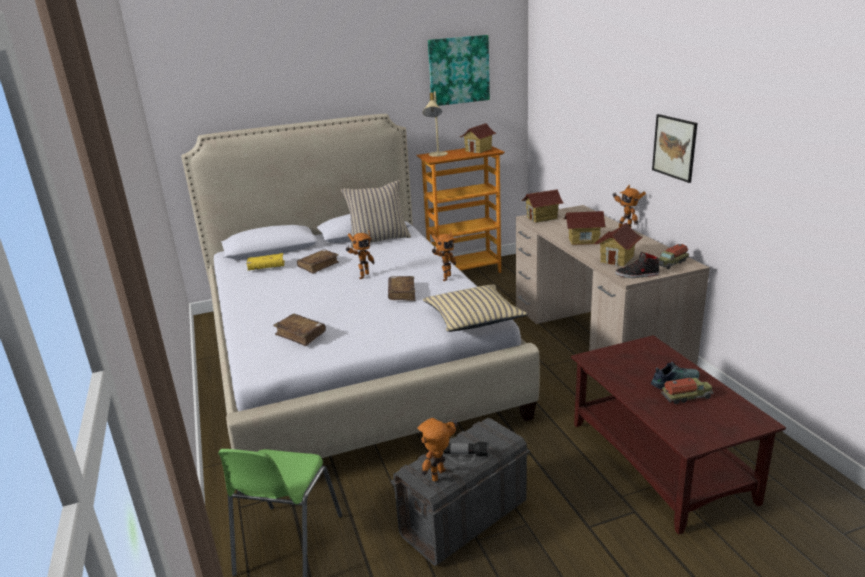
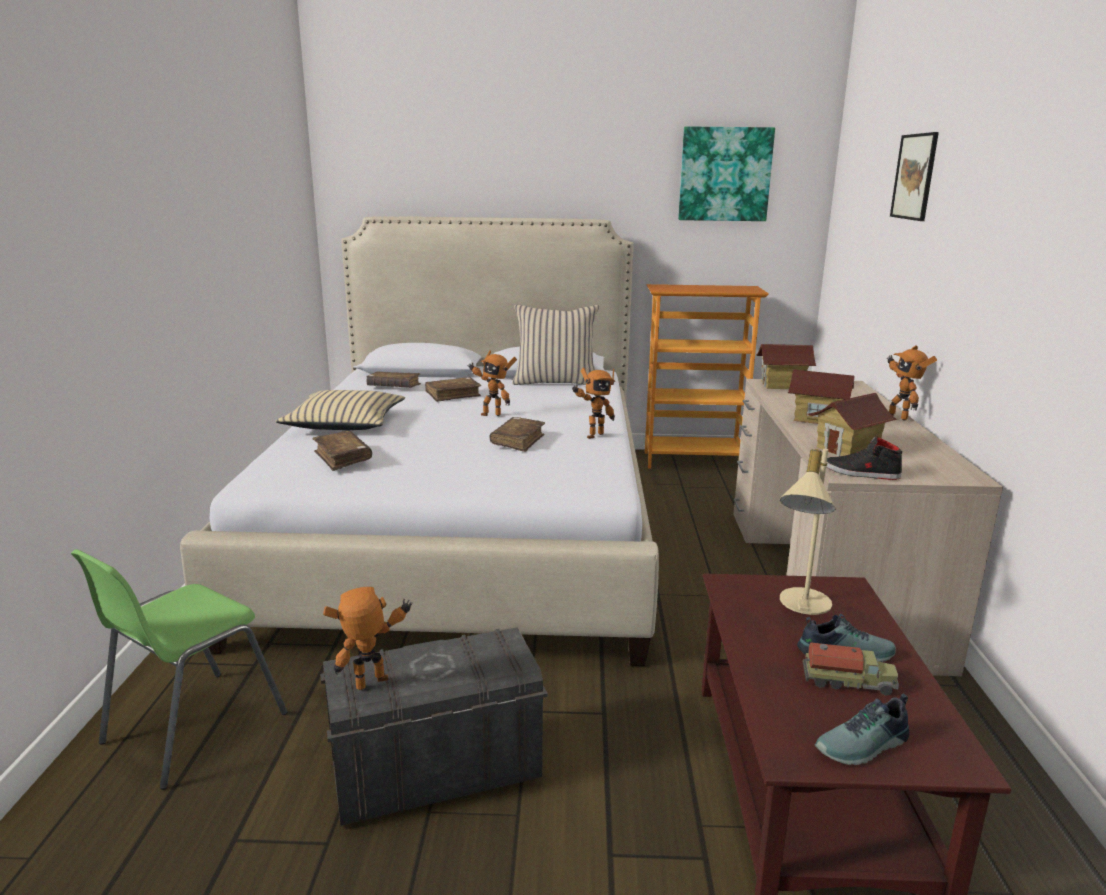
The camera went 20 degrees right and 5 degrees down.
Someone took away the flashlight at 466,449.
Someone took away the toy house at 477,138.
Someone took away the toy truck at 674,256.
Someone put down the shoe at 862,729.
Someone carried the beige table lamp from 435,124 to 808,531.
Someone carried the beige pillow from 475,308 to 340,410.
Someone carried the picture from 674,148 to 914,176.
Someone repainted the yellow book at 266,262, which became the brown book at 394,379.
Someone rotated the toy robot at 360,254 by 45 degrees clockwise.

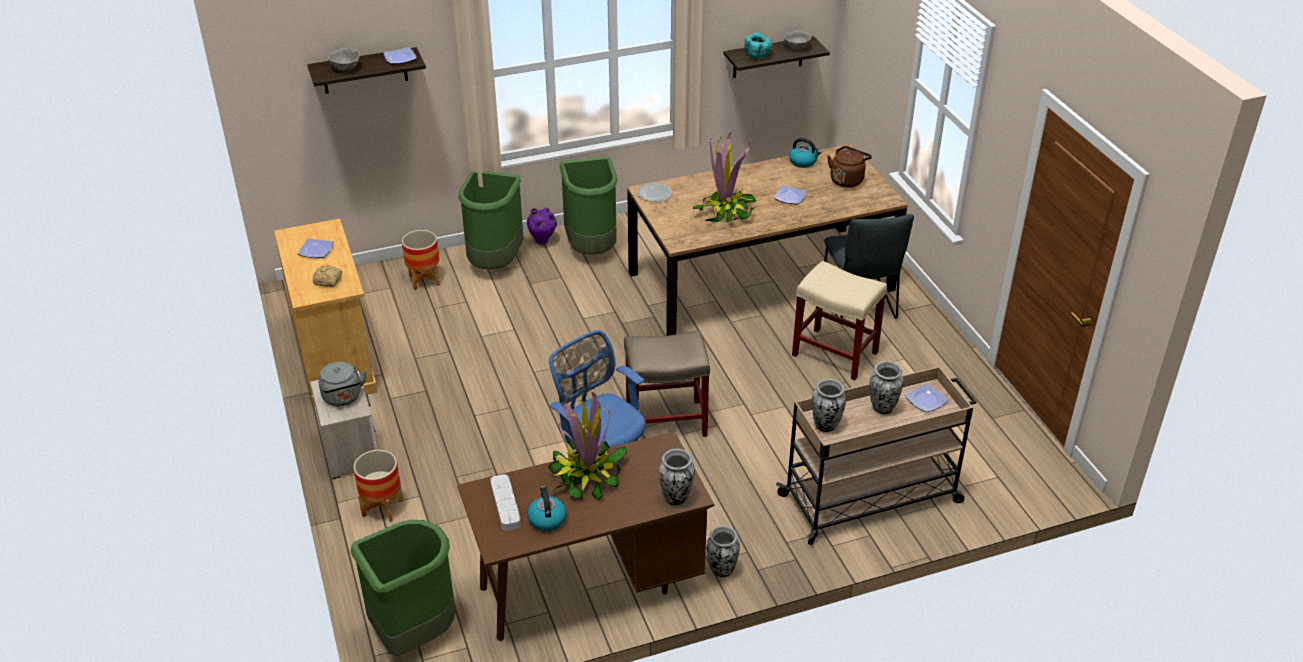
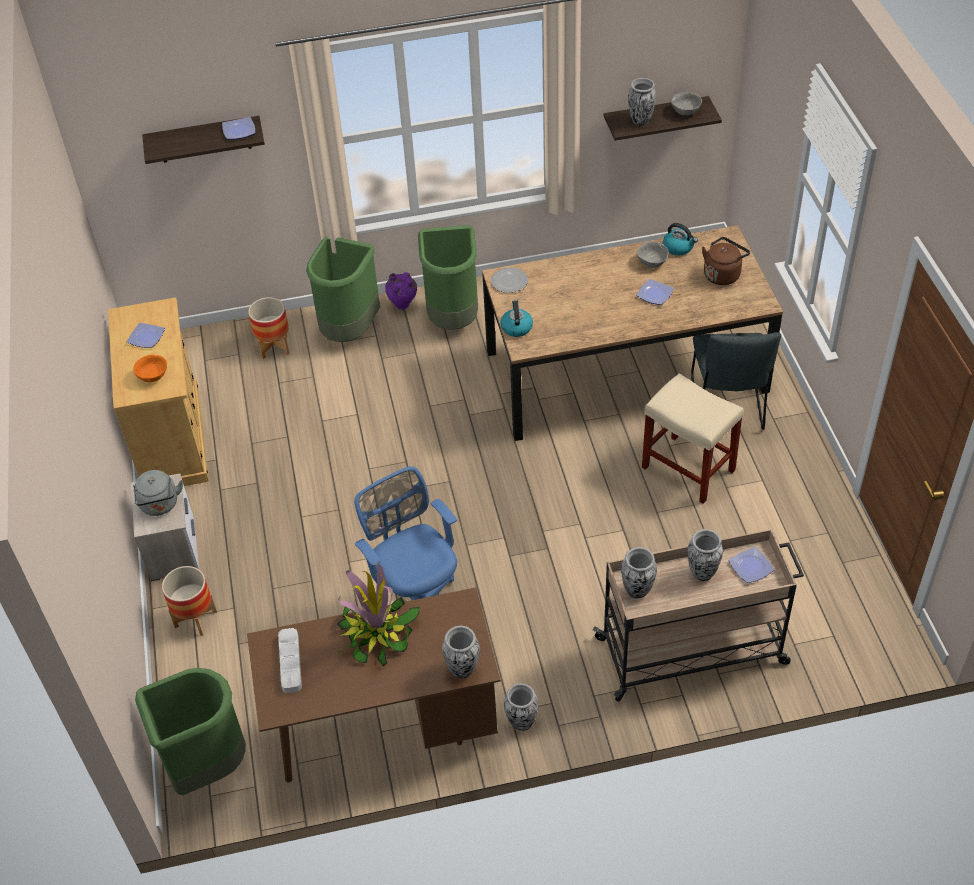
The camera went 10 degrees right and 10 degrees up.
Someone took away the beige stool at 667,385.
Someone took away the potted plant at 724,177.
Someone carried the grey bowl from 344,59 to 653,254.
Someone carried the kettle from 546,508 to 516,318.
Someone swapped the bread at 327,276 for the orange bowl at 150,368.
Someone swapped the turquoise bowl at 758,45 for the vase at 642,102.

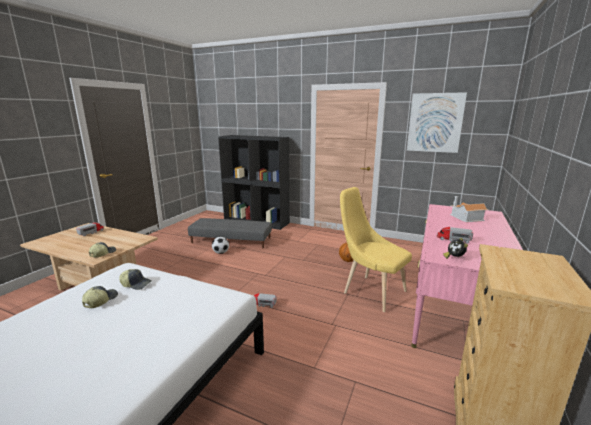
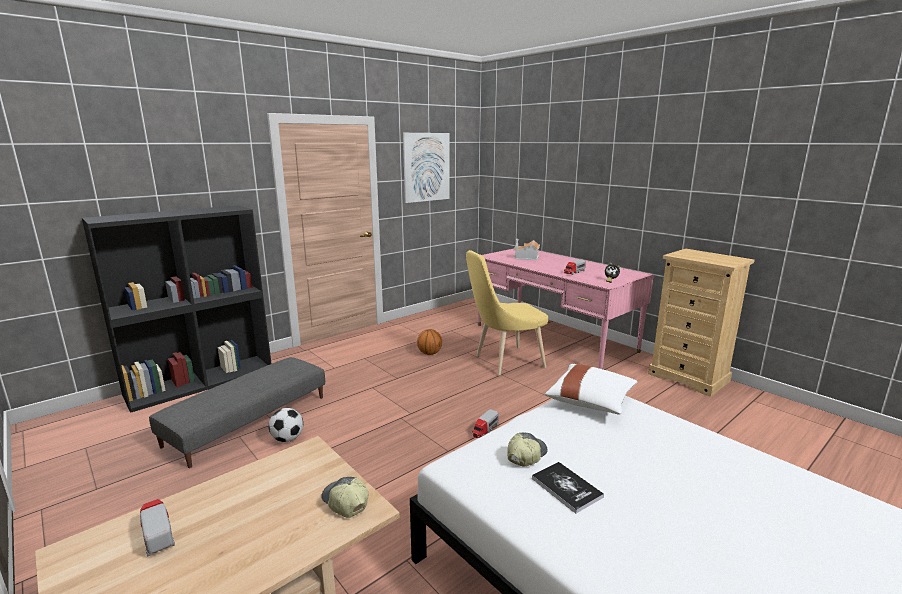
The camera went 65 degrees left and 0 degrees up.
Someone put down the white pillow at 591,389.
Someone swapped the cap at 100,297 for the book at 568,487.

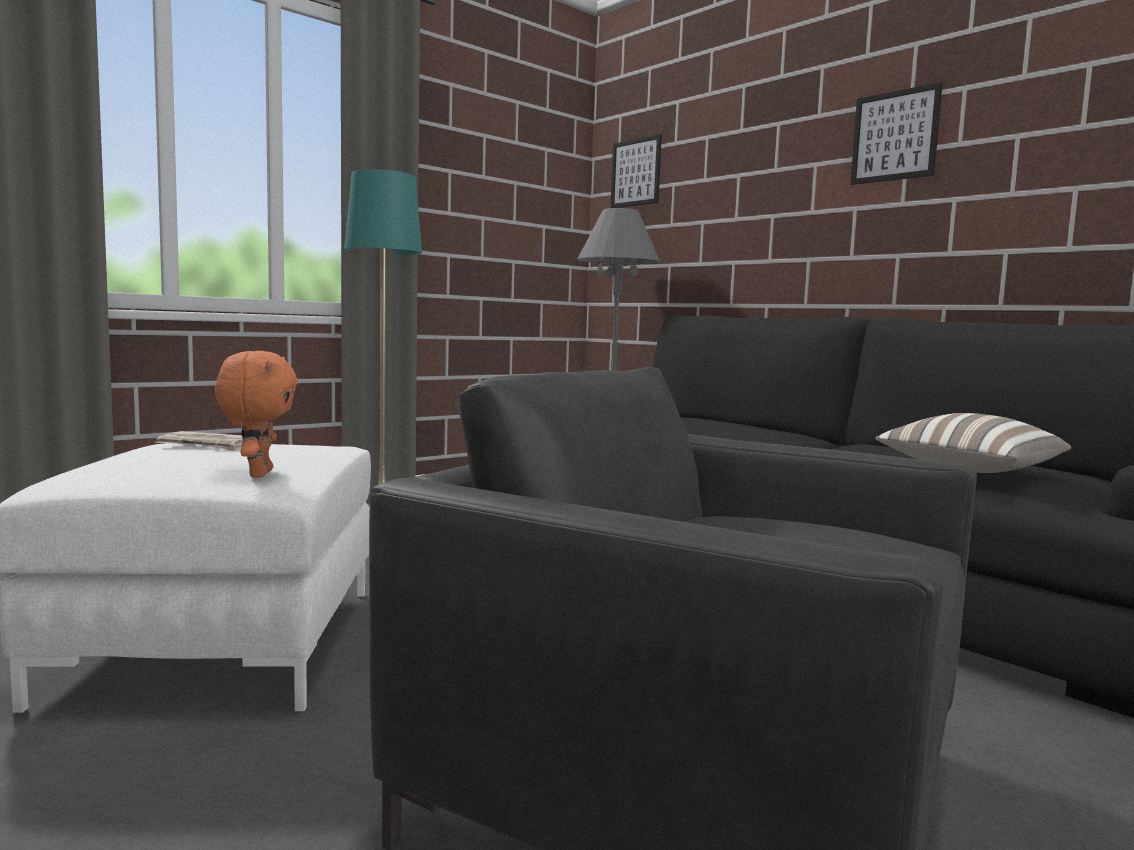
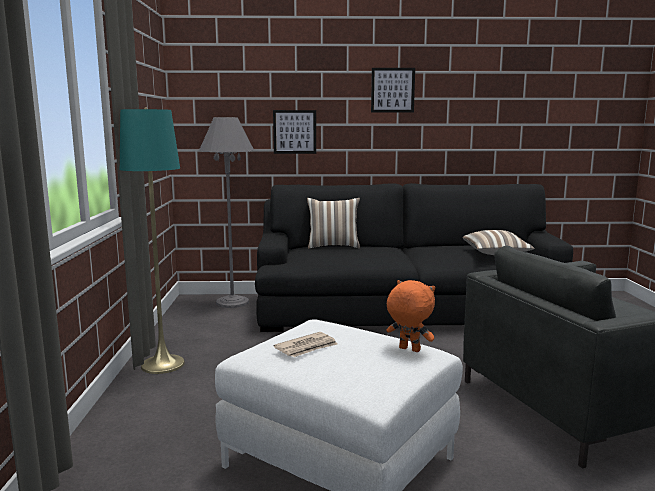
The camera went 50 degrees left and 5 degrees up.
Someone put down the pillow at 333,223.
Someone carried the picture from 636,171 to 294,132.

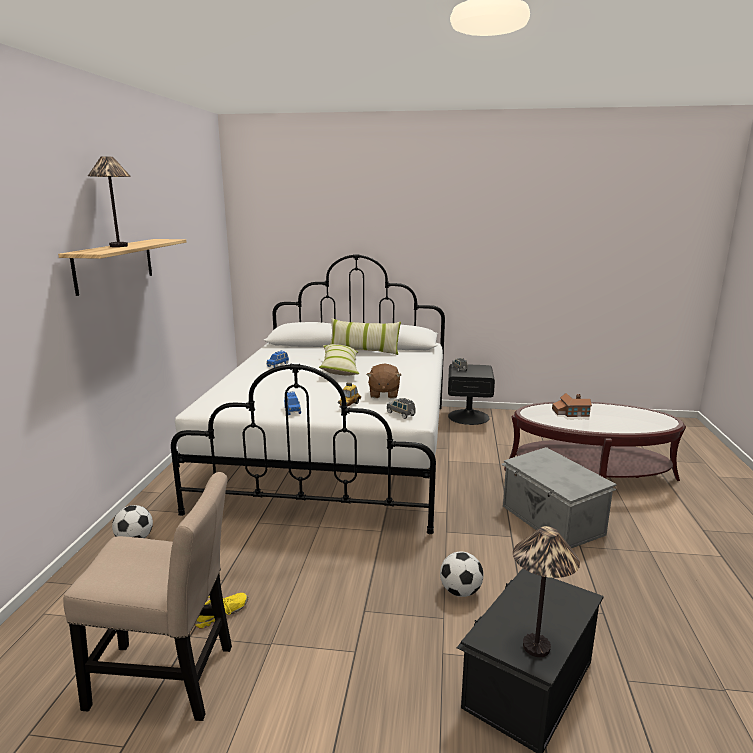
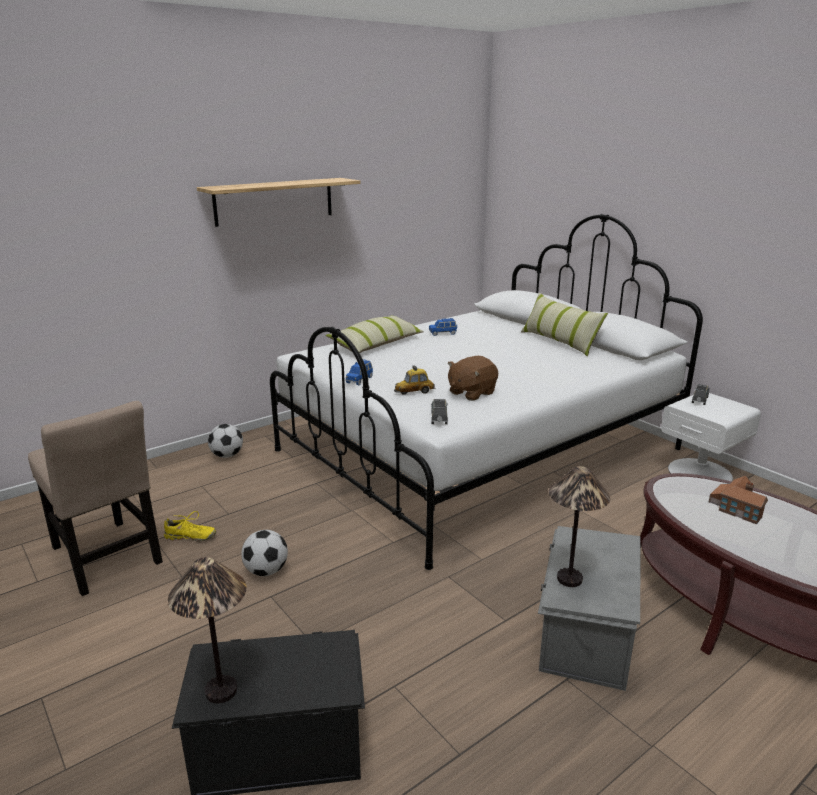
The camera went 45 degrees right and 5 degrees up.
Someone carried the table lamp from 109,201 to 579,526.
Someone carried the pillow from 339,360 to 374,334.
Someone carried the football from 461,574 to 264,553.
Someone repainted the black nightstand at 471,394, which became the white nightstand at 711,437.

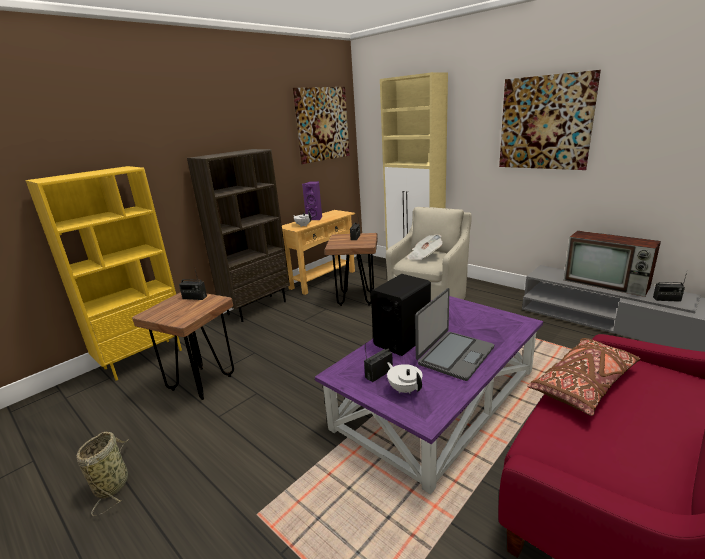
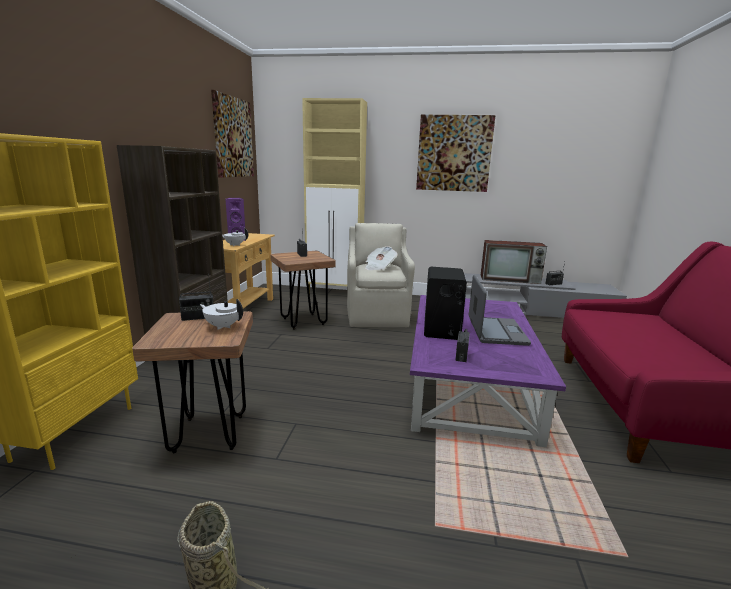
The camera went 35 degrees left and 5 degrees down.
Someone took away the brown pillow at 583,377.
Someone carried the white teapot from 404,378 to 221,314.

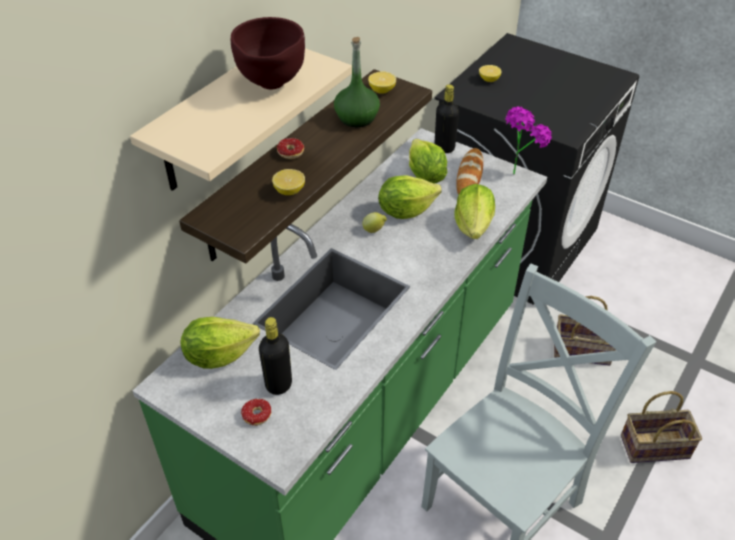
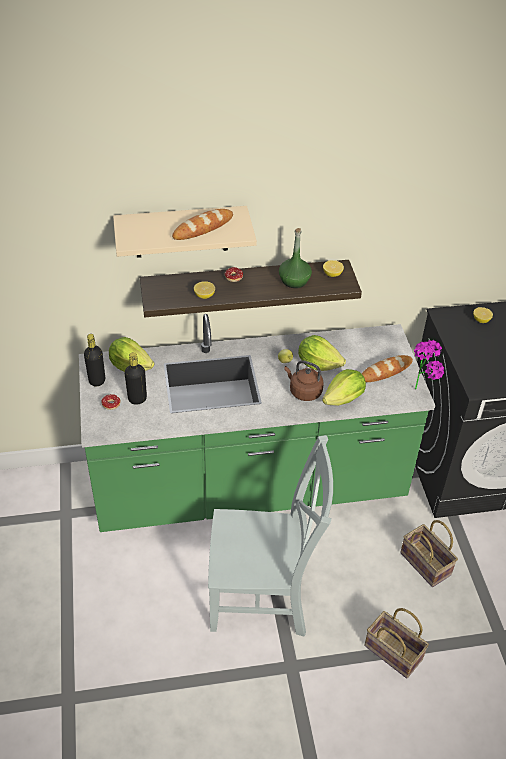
The camera went 45 degrees right and 0 degrees up.
Someone took away the lettuce at 428,161.
Someone put down the brown kettle at 304,380.
Someone carried the black bottle from 446,118 to 94,360.
Someone swapped the brown bowl at 268,53 for the bread at 202,224.

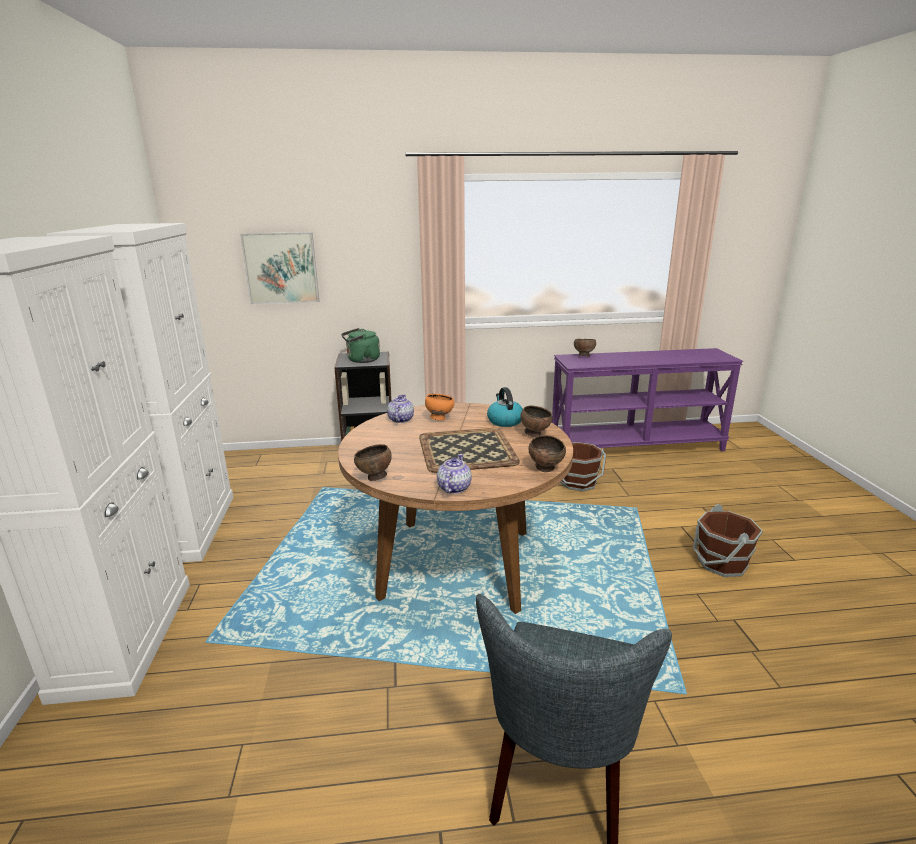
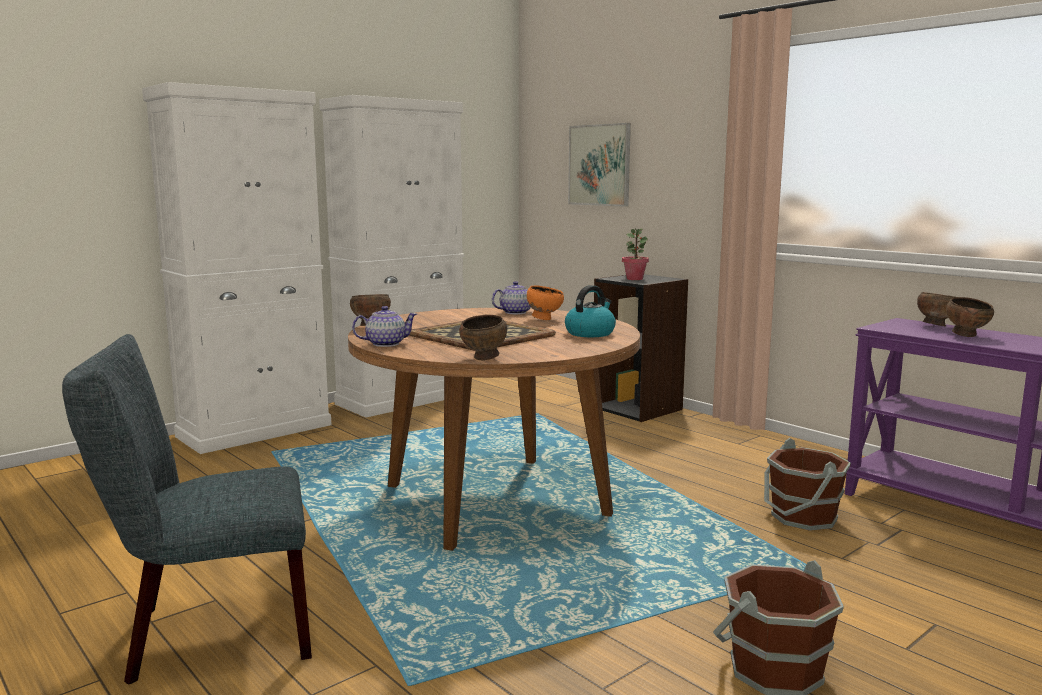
The camera went 55 degrees right and 10 degrees down.
Someone carried the brown bowl from 536,421 to 970,317.
Someone swapped the green kettle at 360,345 for the potted plant at 635,254.

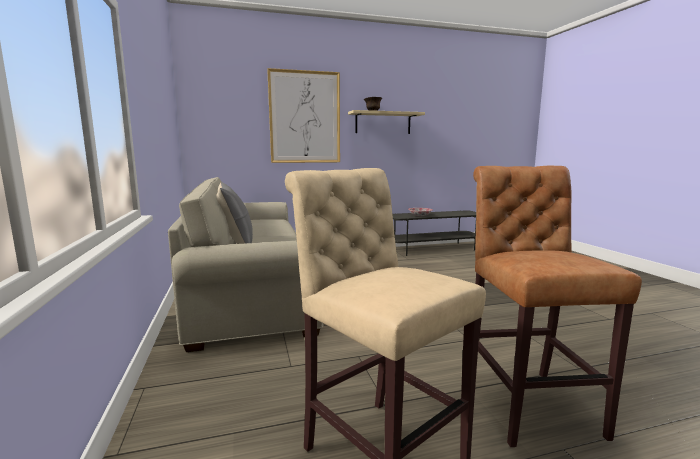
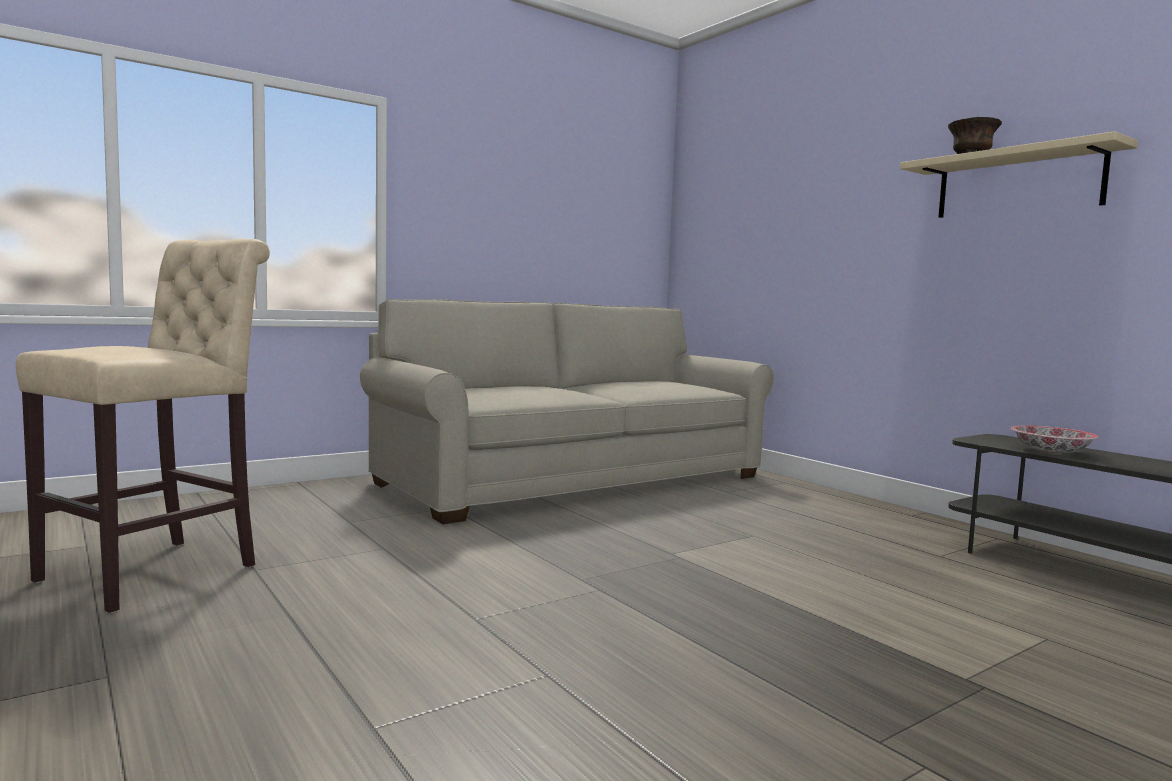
The camera went 70 degrees right and 5 degrees down.
Someone took away the grey pillow at 234,213.
Someone took away the picture at 303,115.
Someone took away the brown stool at 557,306.

